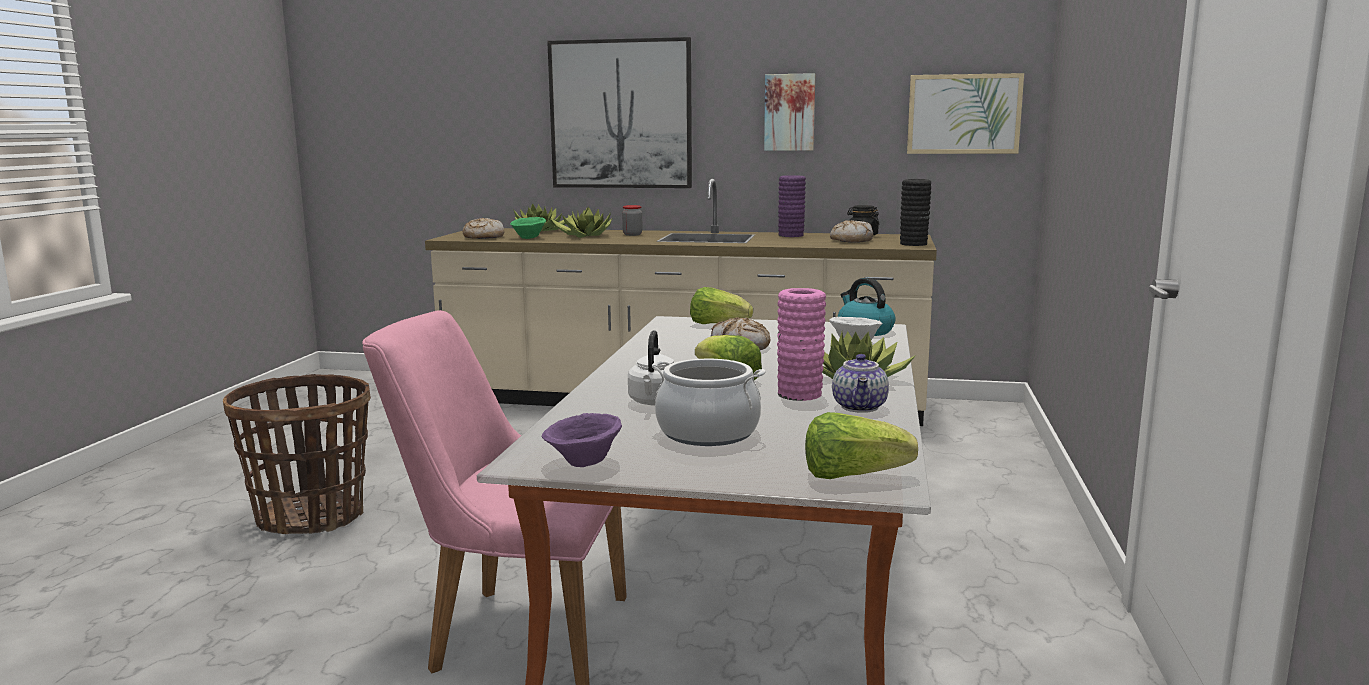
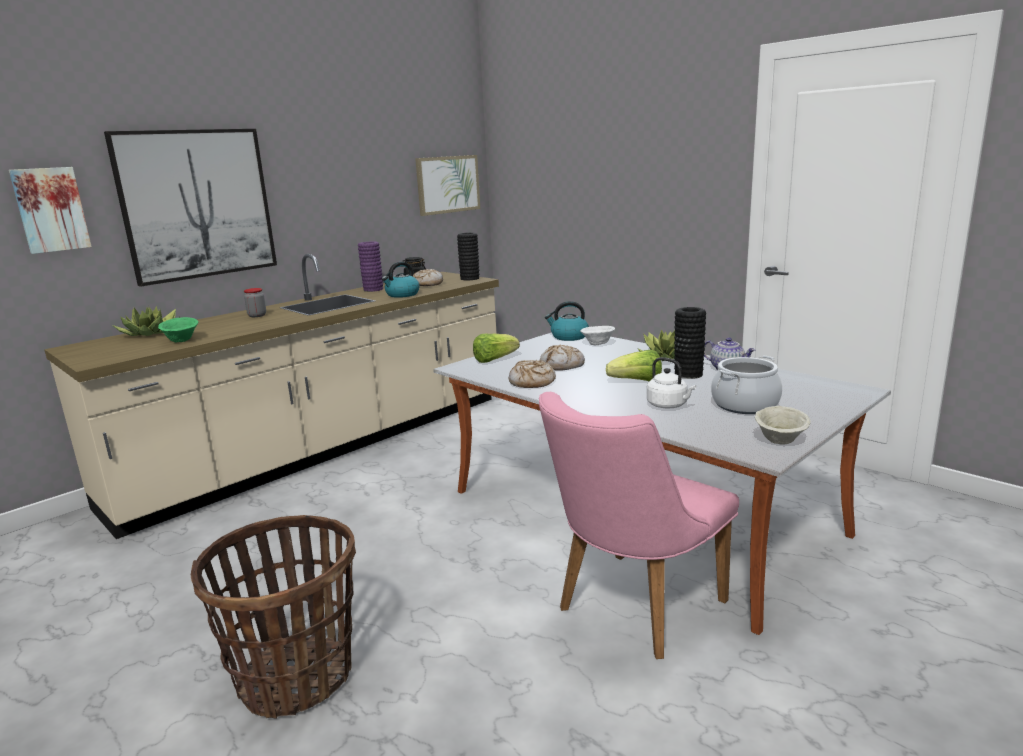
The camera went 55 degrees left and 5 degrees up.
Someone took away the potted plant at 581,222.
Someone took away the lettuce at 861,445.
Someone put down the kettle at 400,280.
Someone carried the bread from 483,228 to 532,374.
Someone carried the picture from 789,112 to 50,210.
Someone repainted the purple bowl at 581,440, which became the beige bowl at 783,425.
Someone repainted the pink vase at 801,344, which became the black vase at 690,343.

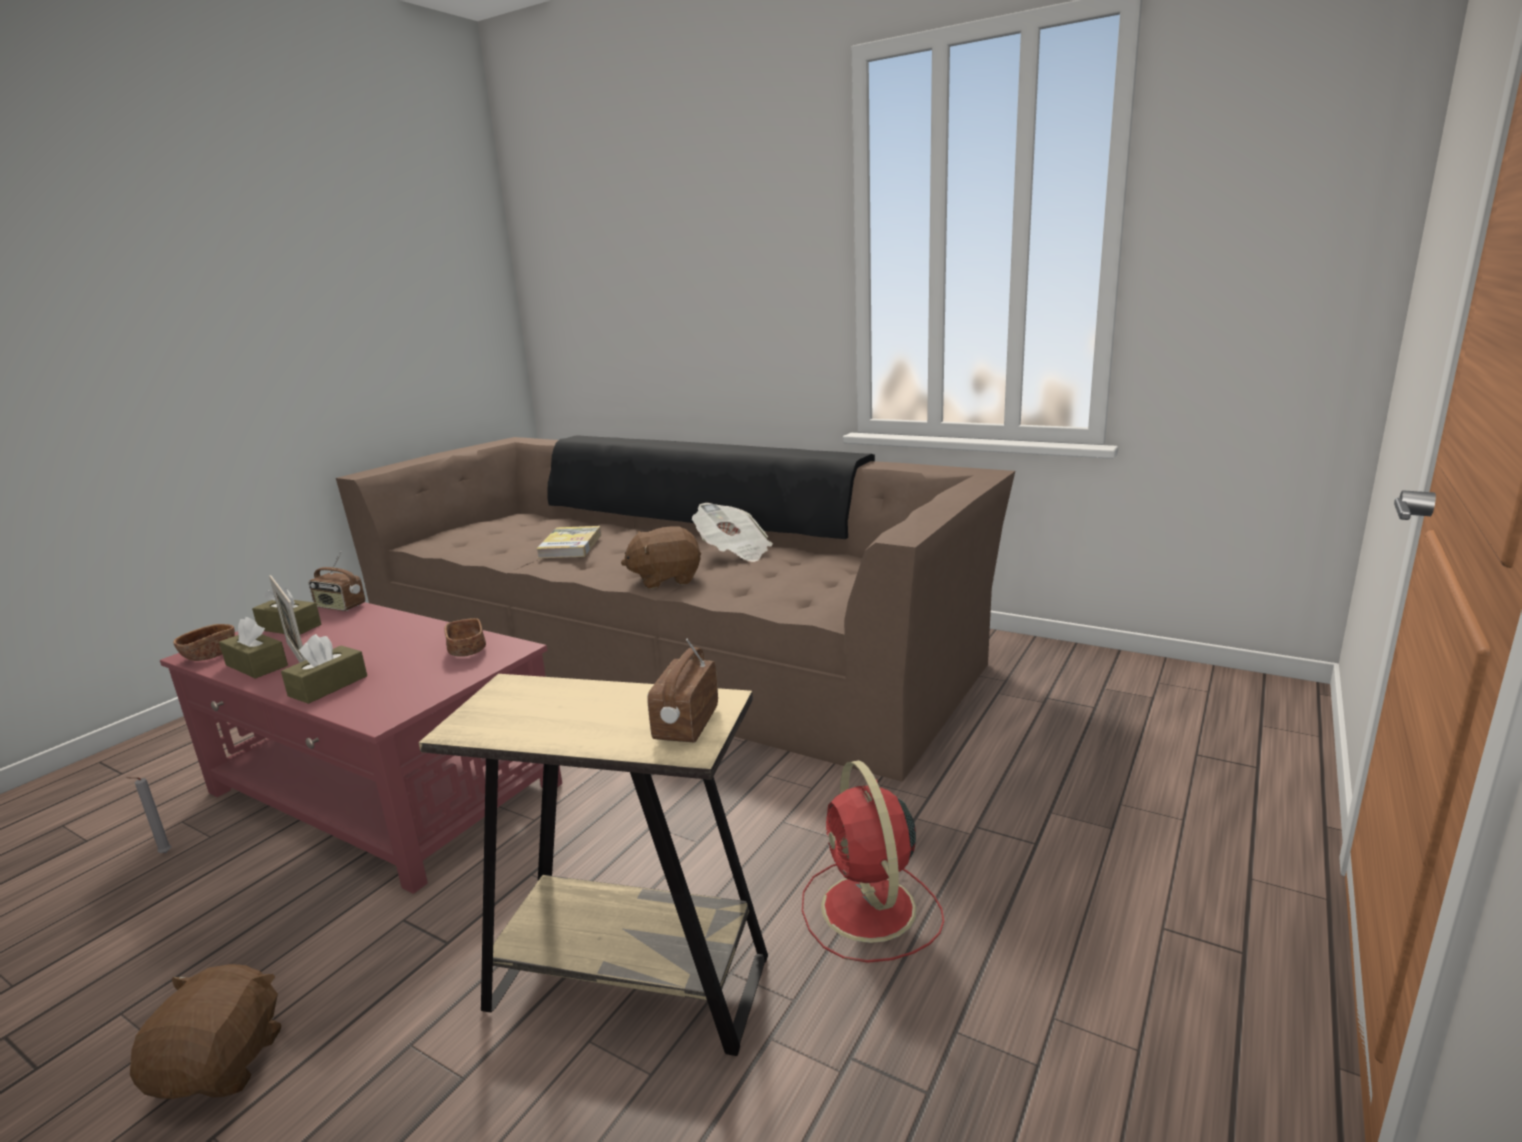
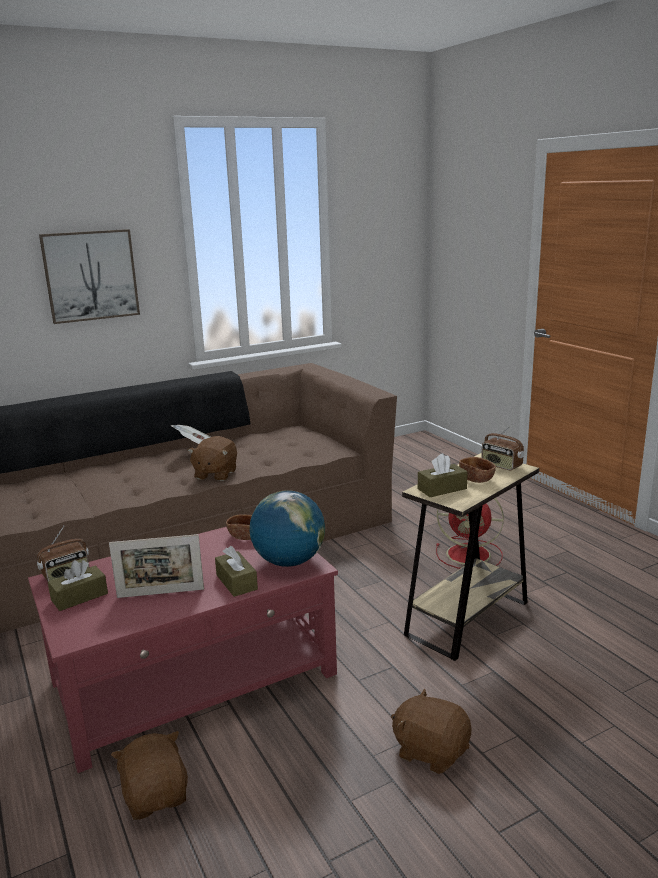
The camera went 60 degrees left and 0 degrees up.
Someone took away the book at 568,542.
Someone put up the picture at 89,276.
Someone put down the globe at 287,528.
Someone carried the brown bowl from 204,642 to 477,470.
Someone carried the brown tissue box from 253,648 to 443,475.
Someone swapped the grey candle at 148,815 for the brown plush toy at 149,775.

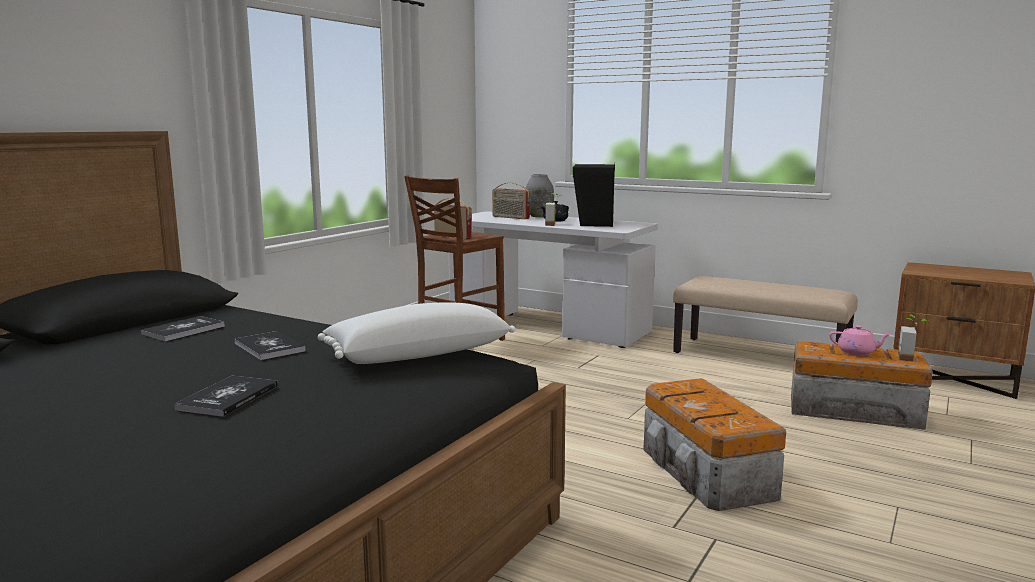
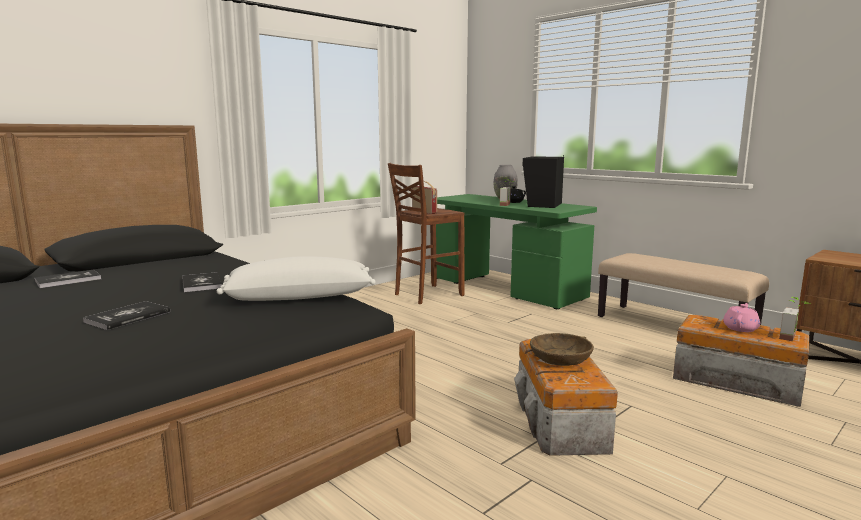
The camera went 15 degrees right and 0 degrees up.
Someone took away the radio at 511,200.
Someone put down the brown bowl at 562,349.
Someone carried the book from 182,329 to 67,279.
Someone repainted the white desk at 553,279, which became the green desk at 516,251.
Someone rotated the pink teapot at 860,340 by 90 degrees counterclockwise.

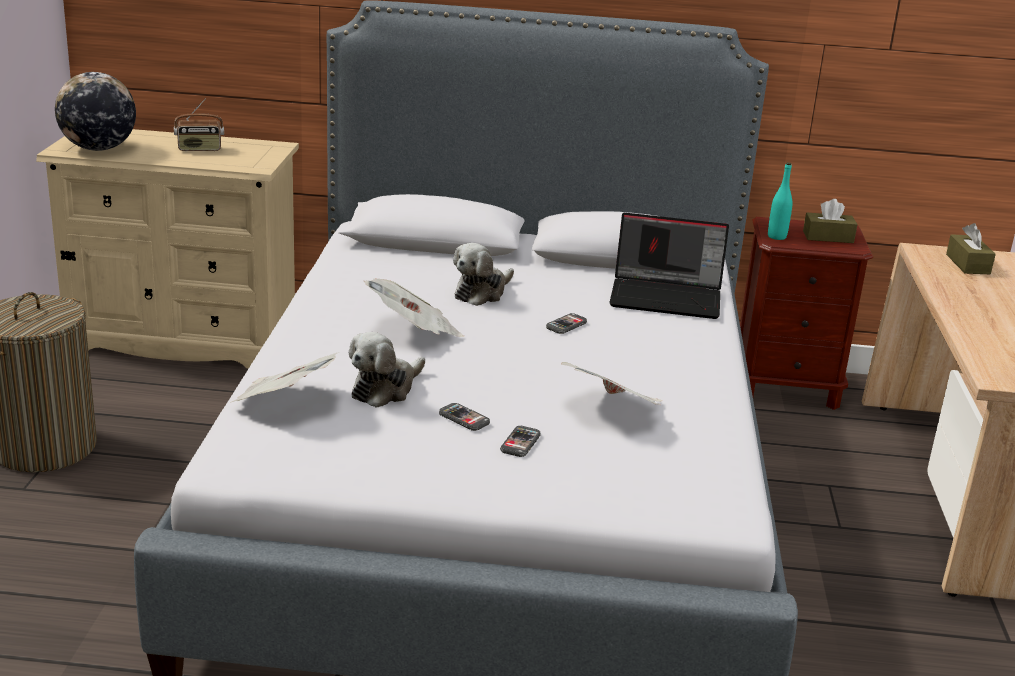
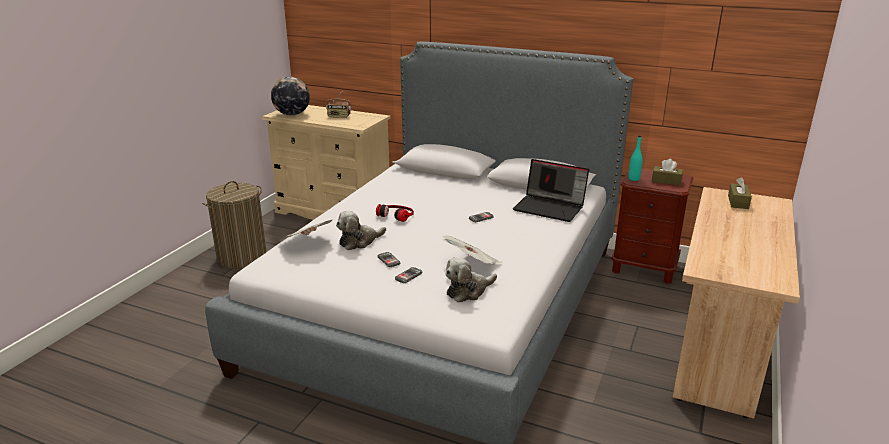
The camera went 20 degrees right and 0 degrees up.
Someone carried the plush toy from 483,274 to 471,280.
Someone swapped the newspaper at 414,308 for the headphones at 395,213.

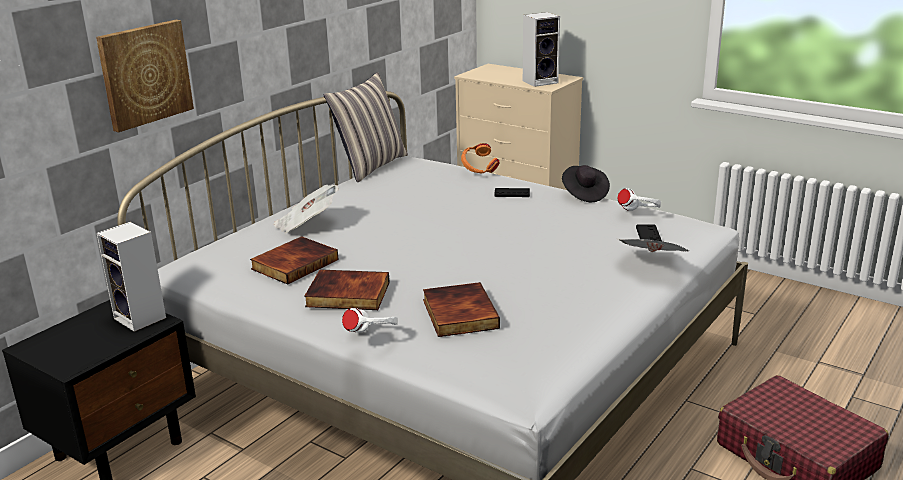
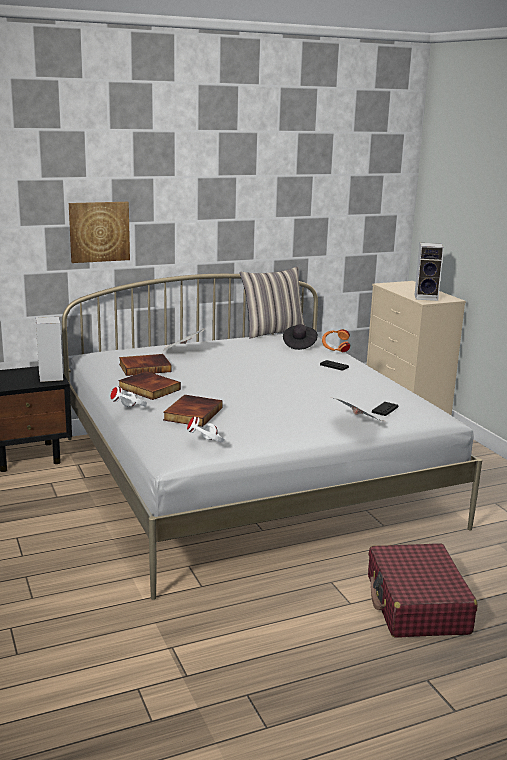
The camera went 30 degrees right and 5 degrees down.
Someone carried the black hat from 586,183 to 300,337.
Someone carried the white headphones from 639,199 to 206,429.

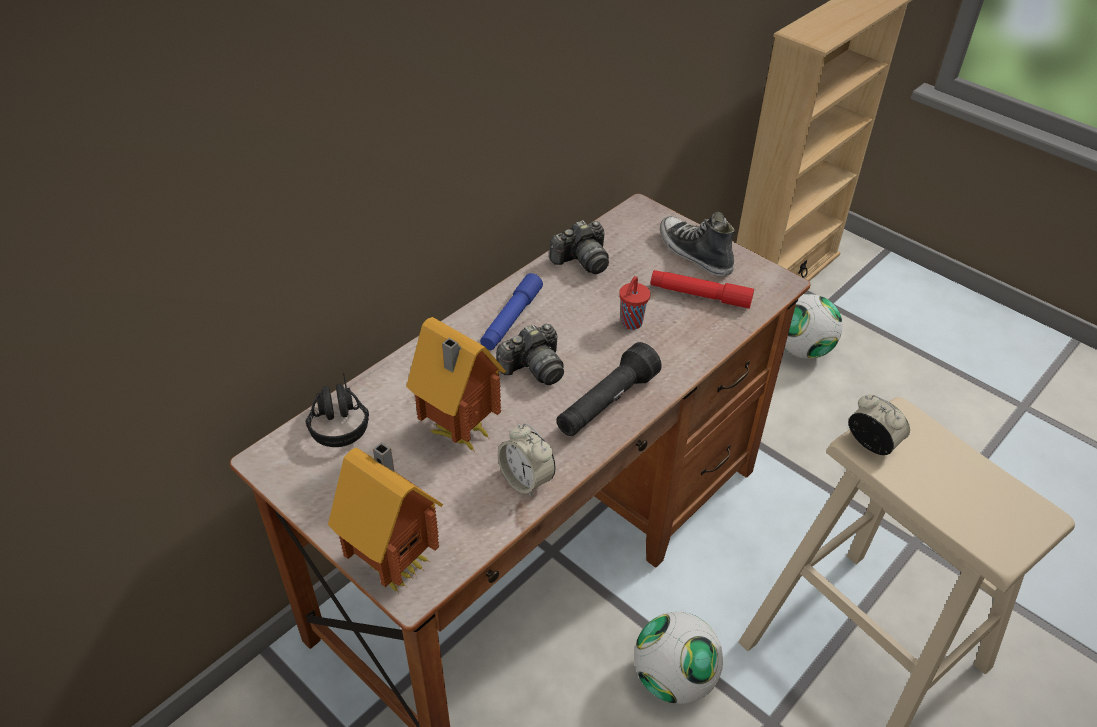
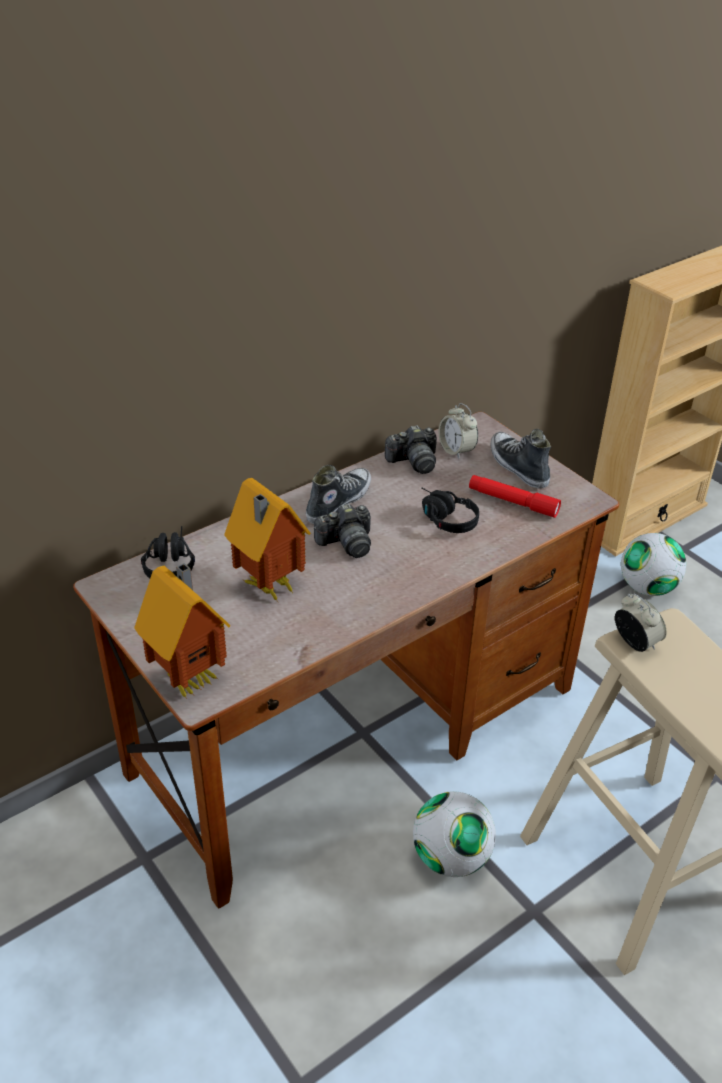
The camera went 10 degrees right and 5 degrees down.
Someone took away the black flashlight at 609,389.
Someone carried the alarm clock from 527,460 to 458,431.
Someone swapped the blue flashlight at 511,311 for the shoe at 338,494.
Someone swapped the red cup at 634,303 for the black headphones at 450,510.

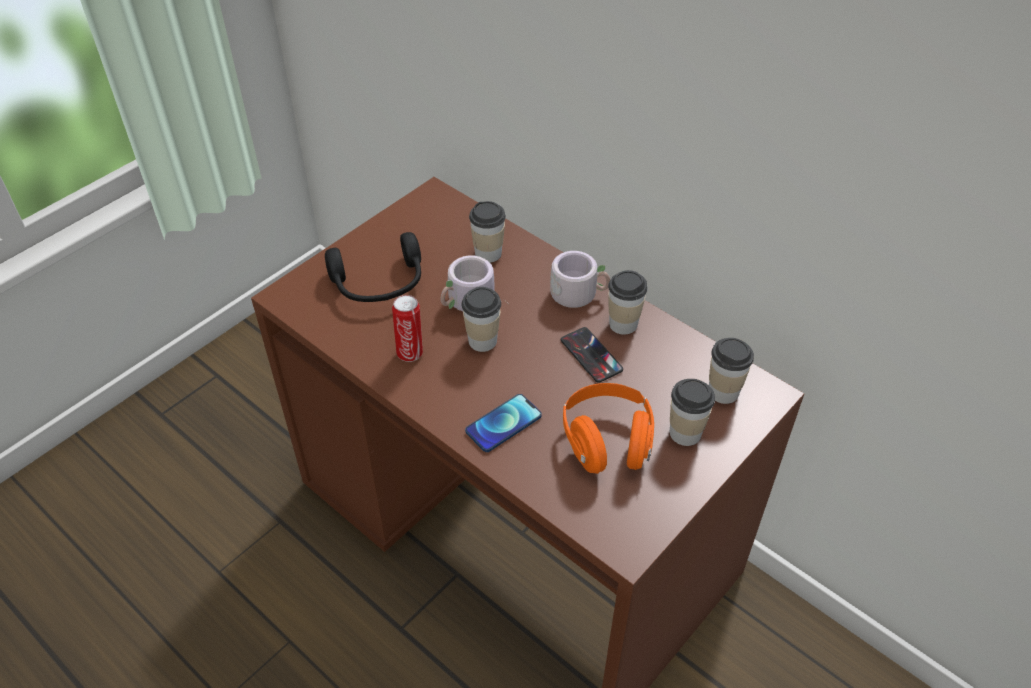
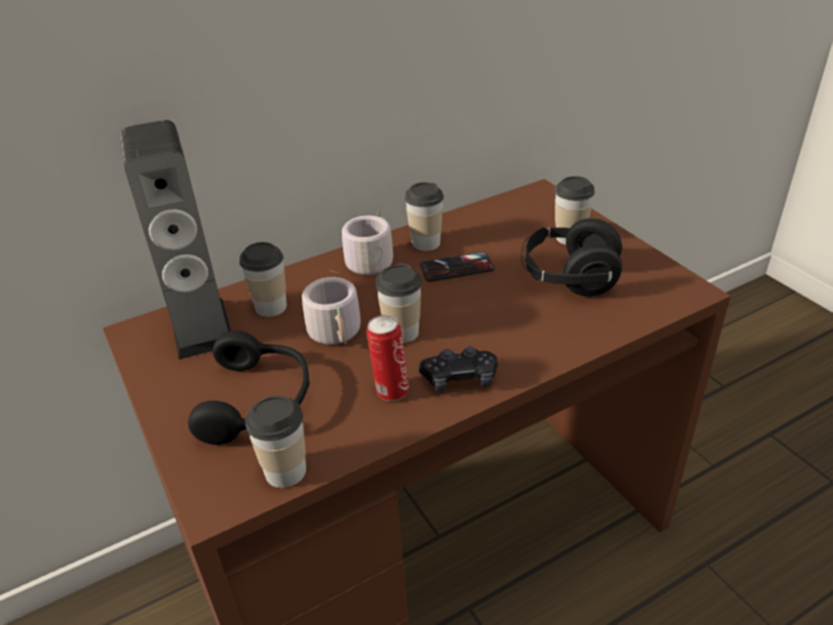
The camera went 70 degrees left and 10 degrees down.
Someone took away the phone at 503,423.
Someone put down the speaker at 175,240.
Someone put down the black game controller at 458,369.
Someone carried the cup from 731,371 to 275,442.
Someone repainted the orange headphones at 608,428, which became the black headphones at 571,257.

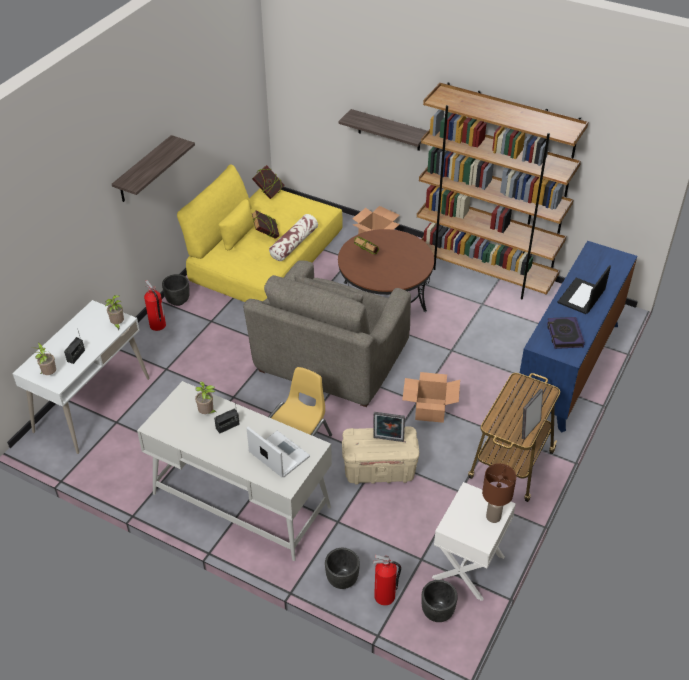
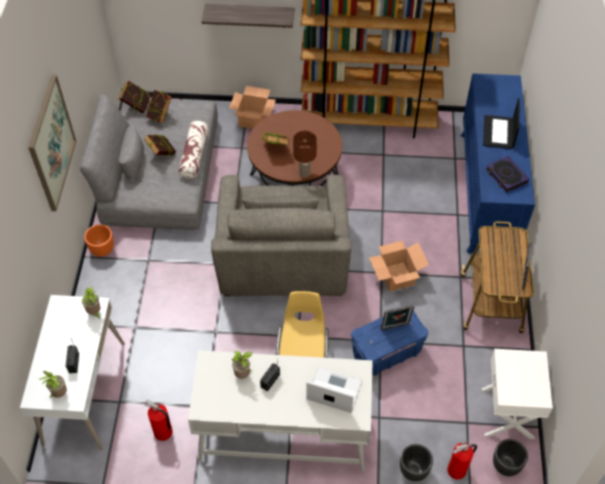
The camera went 25 degrees left and 10 degrees up.
Someone put down the book at 159,106.
Someone carried the fire extinguisher from 155,305 to 159,420.
Someone carried the brown table lamp from 499,493 to 305,154.
Someone swapped the shelf at 153,168 for the picture at 52,143.
Someone repainted the black planter at 176,290, which became the orange planter at 99,240.
Someone repainted the yellow sofa at 260,233, which became the grey sofa at 149,162.
Someone repainted the beige storage box at 380,455, which became the blue storage box at 389,342.

